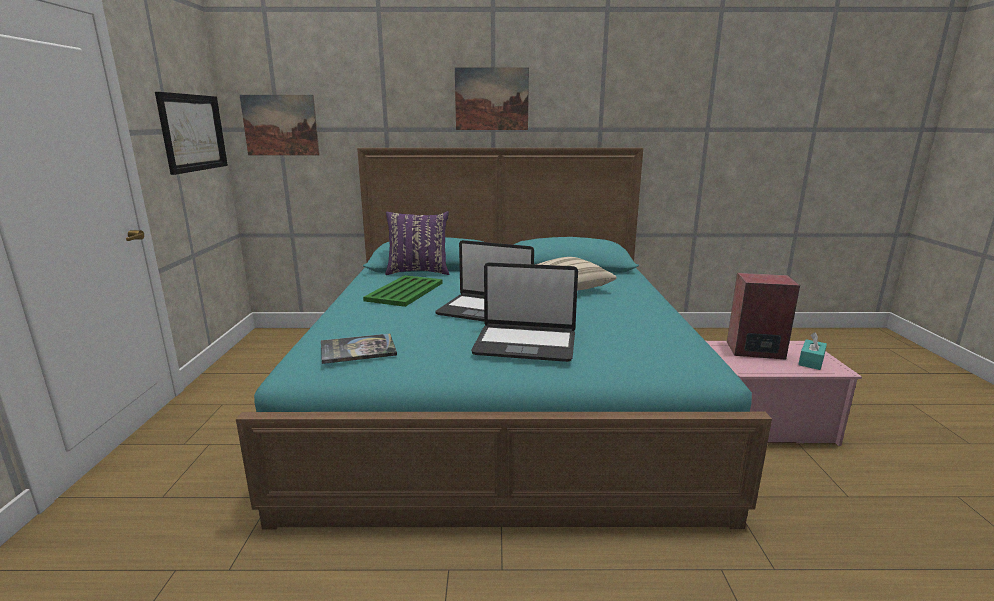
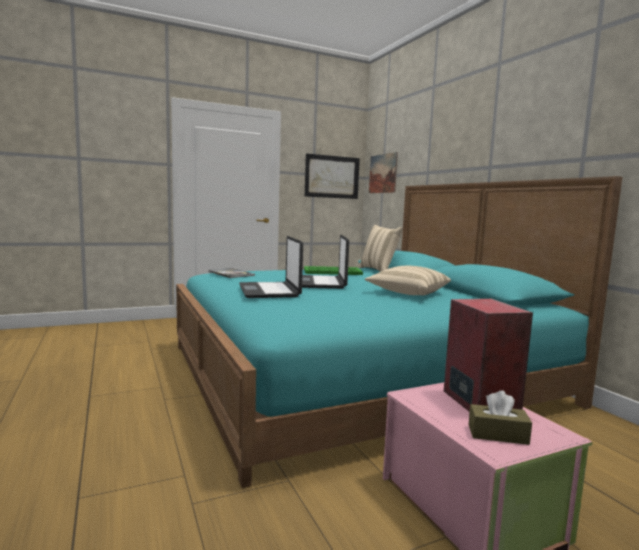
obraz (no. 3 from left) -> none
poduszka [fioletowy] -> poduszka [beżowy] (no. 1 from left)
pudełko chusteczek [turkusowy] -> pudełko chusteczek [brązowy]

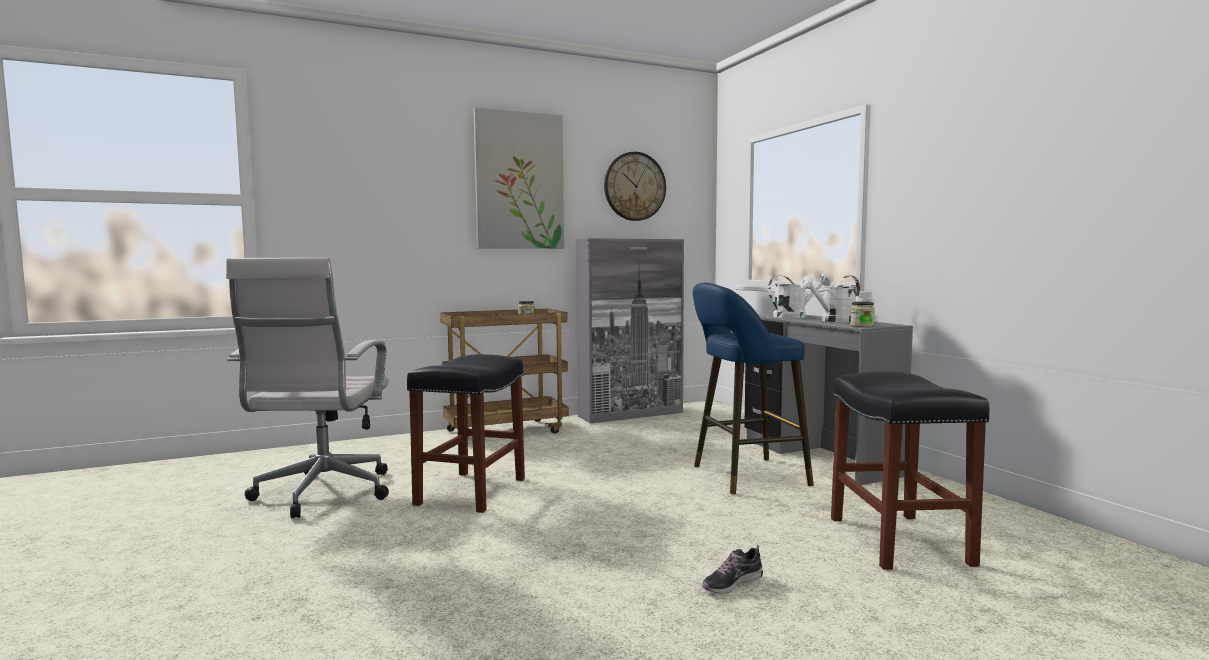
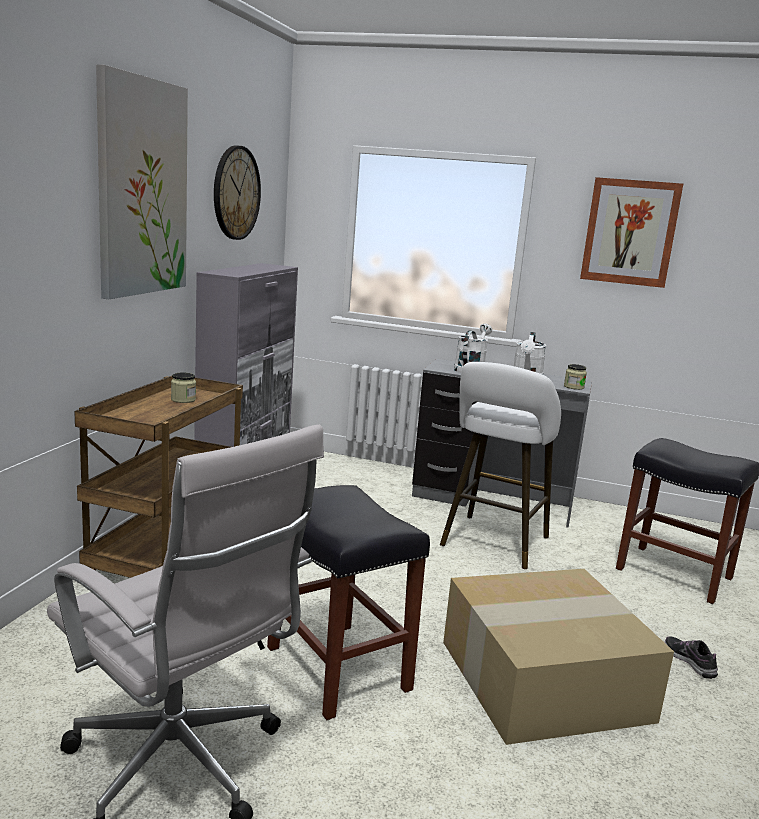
stołek [niebieski] -> stołek [biały]
but, 150 degrees clockwise
none -> obraz (no. 2 from left)
none -> karton

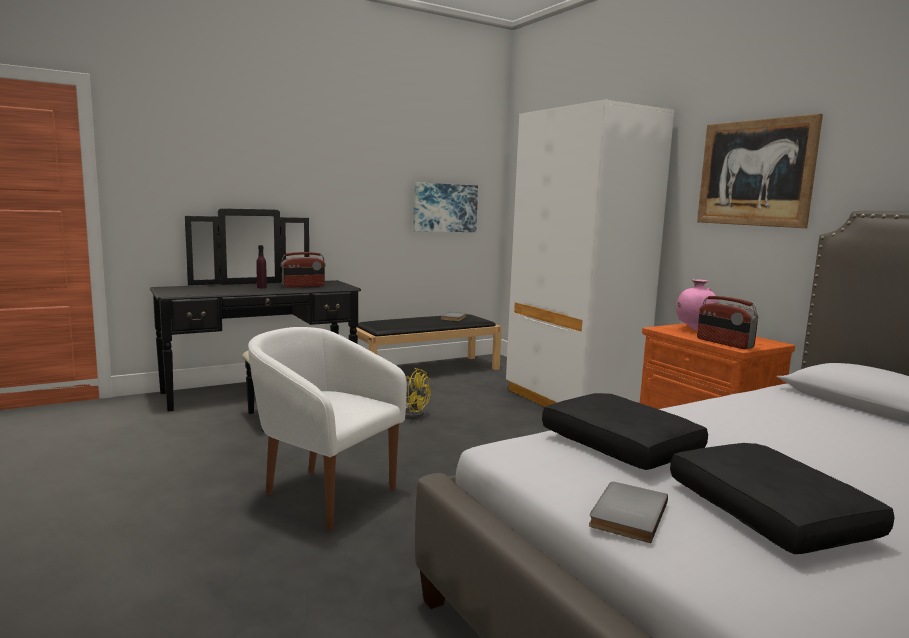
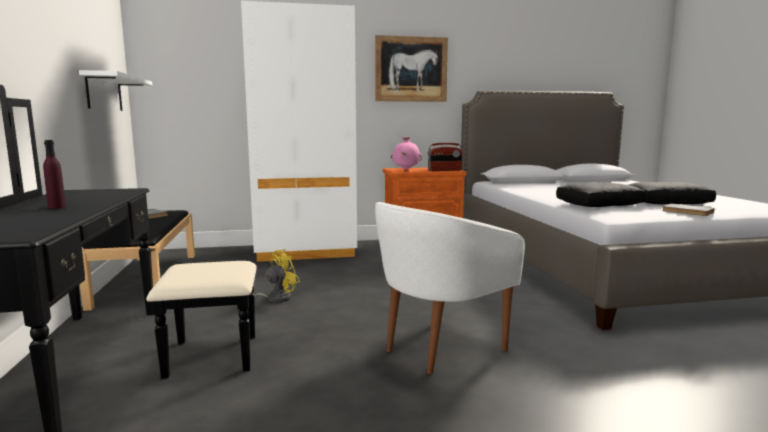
obraz (no. 1 from left) -> półka [biały]
radio (no. 1 from left) -> none

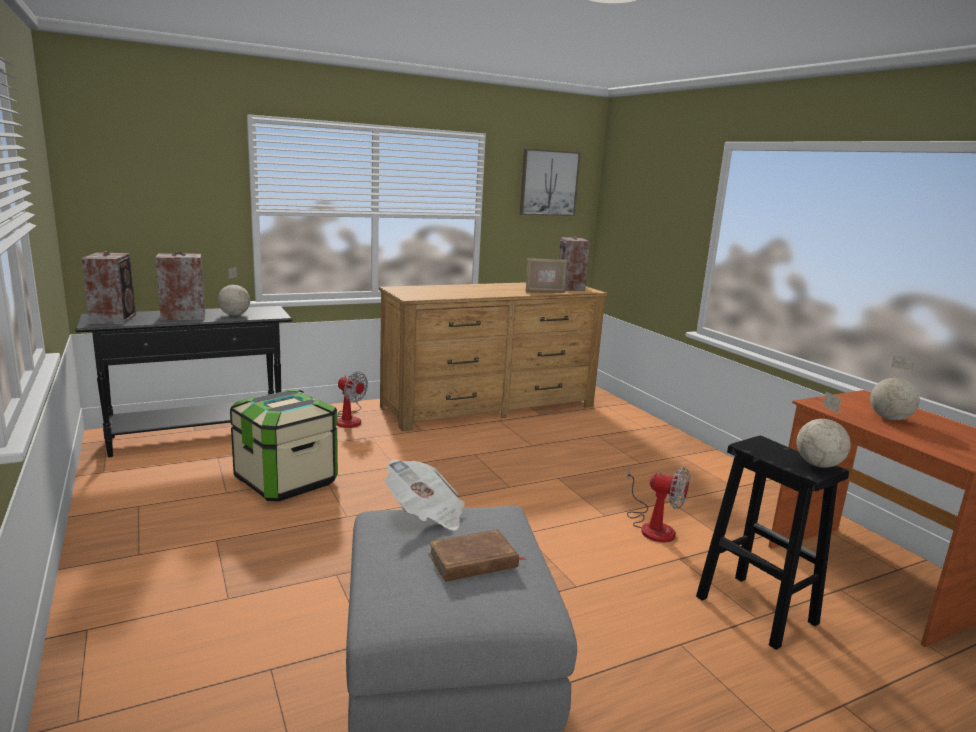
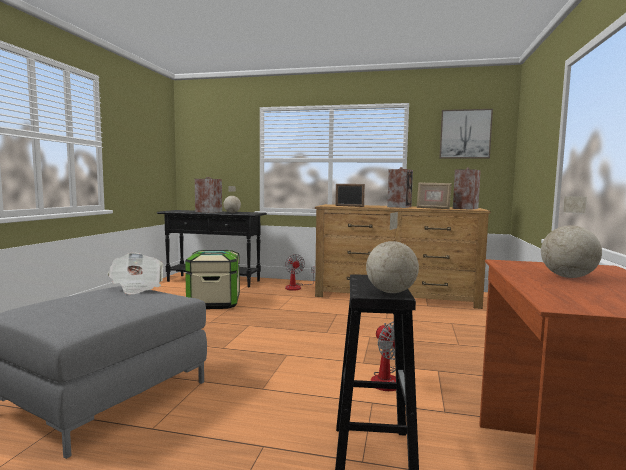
głośnik (no. 1 from left in the first image) -> głośnik (no. 2 from left), relocated
książka [brązowy] -> none
none -> ramka na zdjęcie (no. 1 from left)

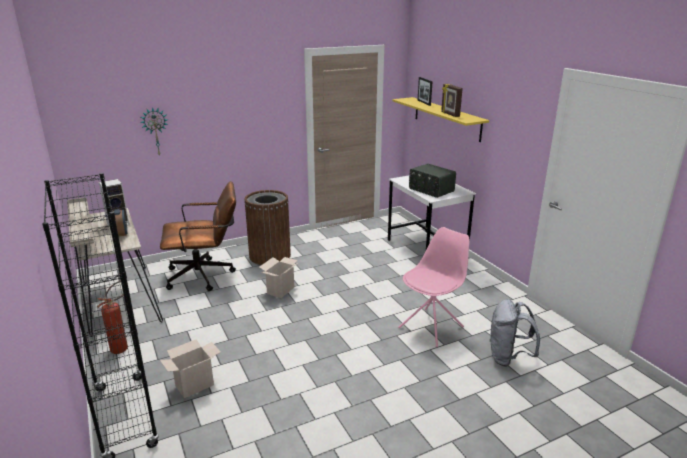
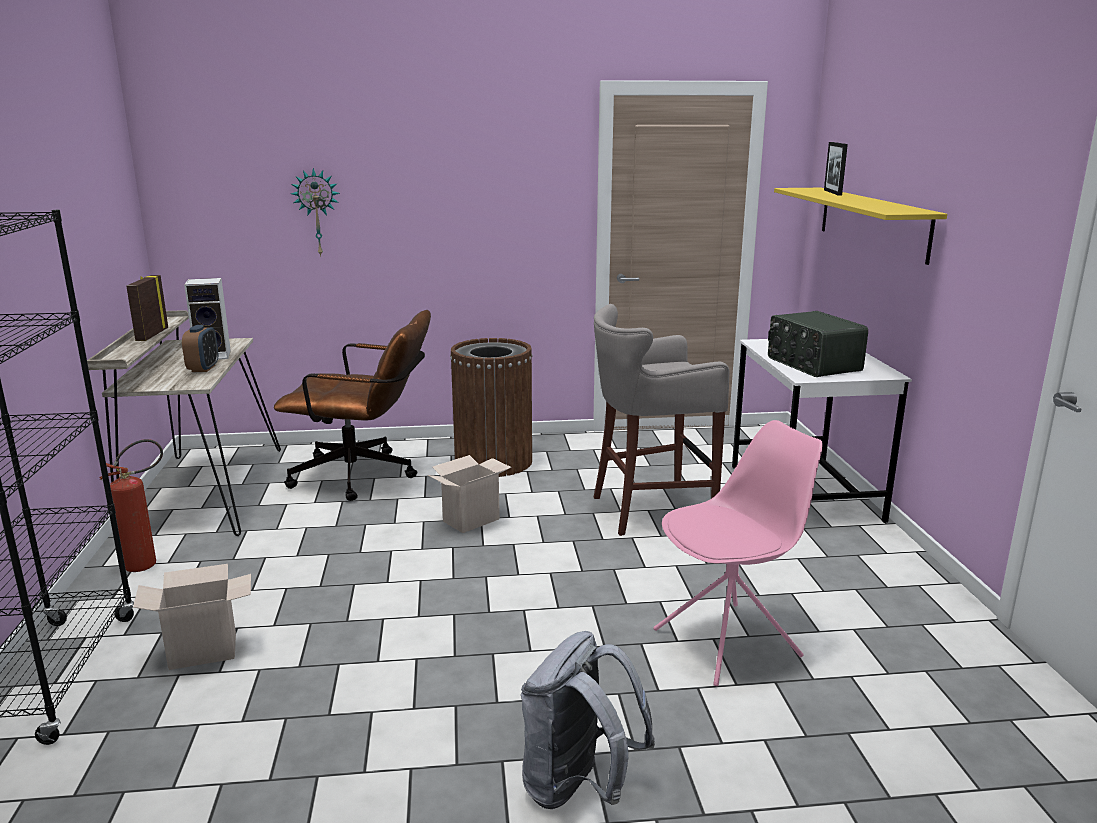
ramka na zdjęcie (no. 2 from left in the first image) -> ramka na zdjęcie (no. 1 from left), relocated
plecak [szary], relocated
none -> stołek [szary]

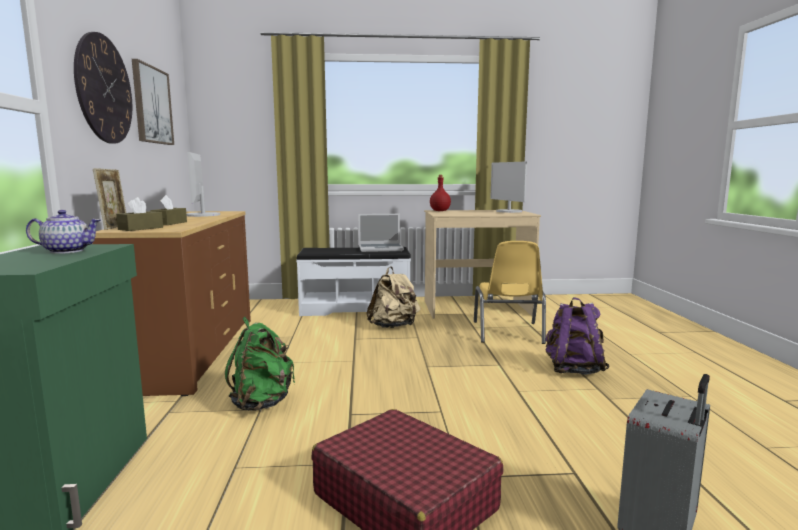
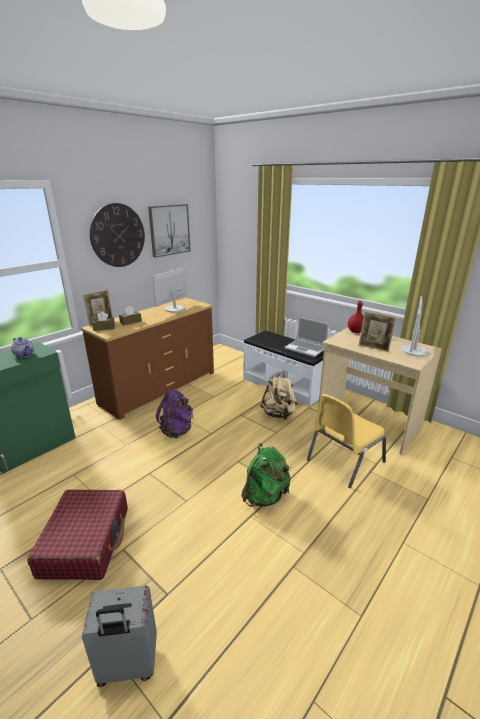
plecak [fioletowy], relocated
plecak [zielony], relocated
none -> ramka na zdjęcie (no. 2 from left)

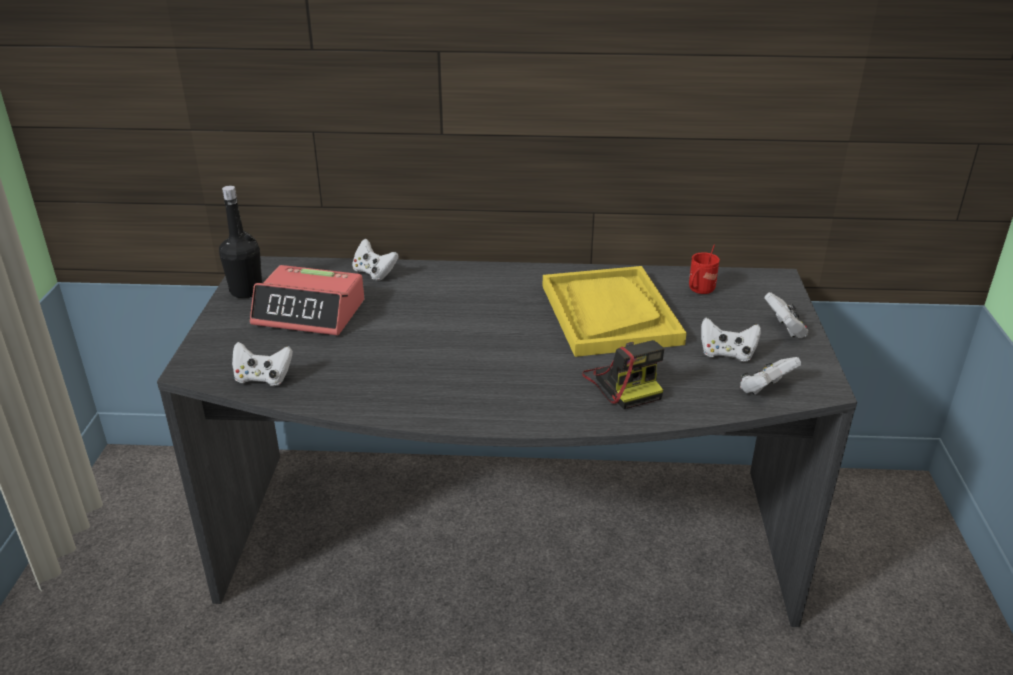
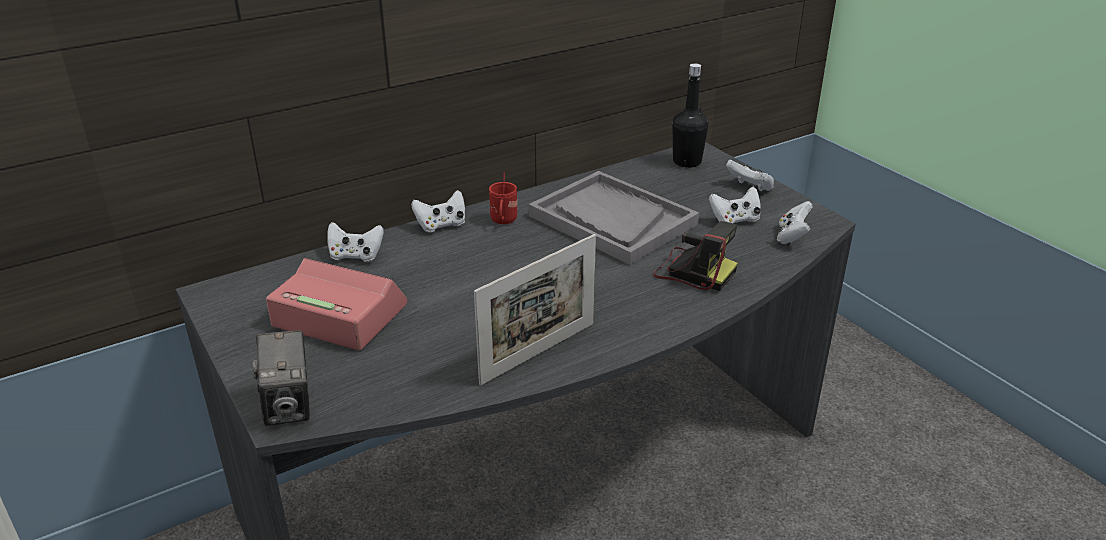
butelka [czarny], relocated
kubek [czerwony], relocated
budzik, 135 degrees counterclockwise
taca [żółty] -> taca [szary]
pad do gier [biały] (no. 1 from left in the first image) -> pad do gier [biały] (no. 2 from left), relocated
none -> ramka na zdjęcie
none -> aparat fotograficzny (no. 1 from left)

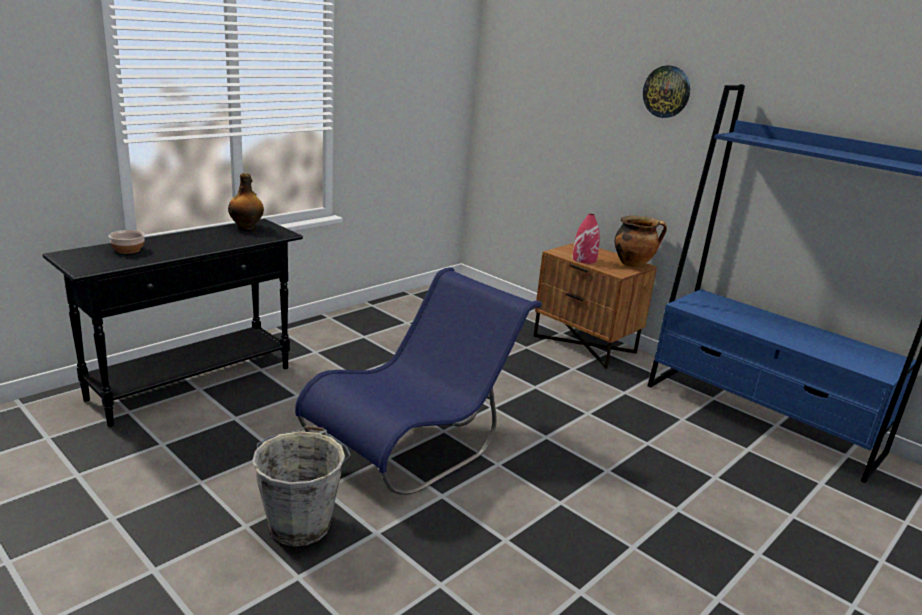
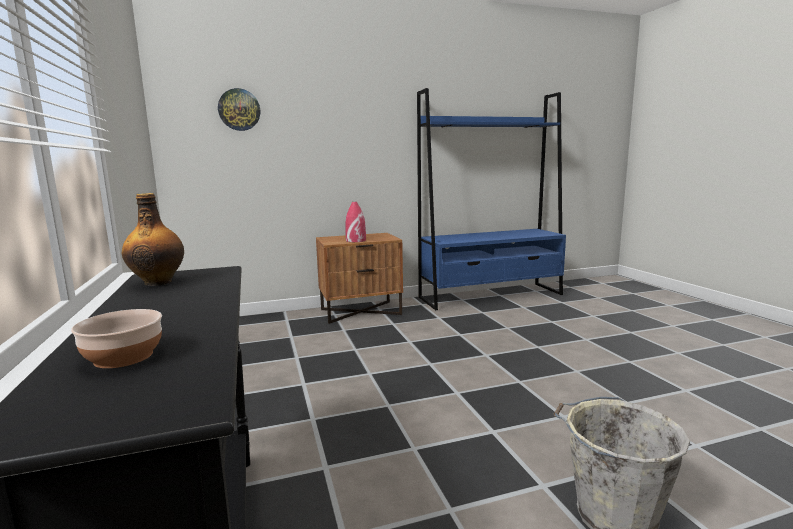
zegar ścienny, relocated
garnek -> none
krzesło [niebieski] -> none

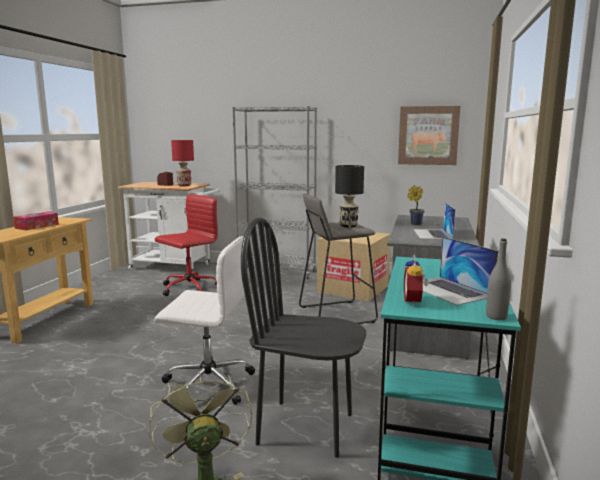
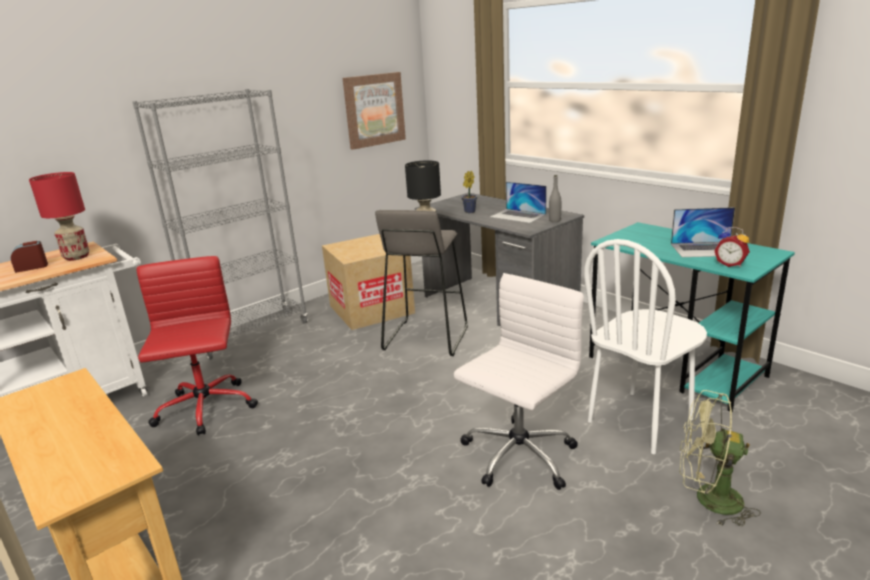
pudełko chusteczek -> none
krzesło [czarny] -> krzesło [biały]
butelka [szary], relocated

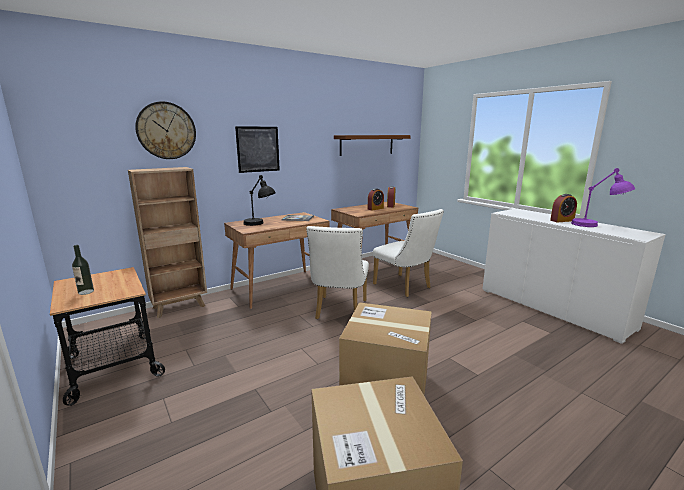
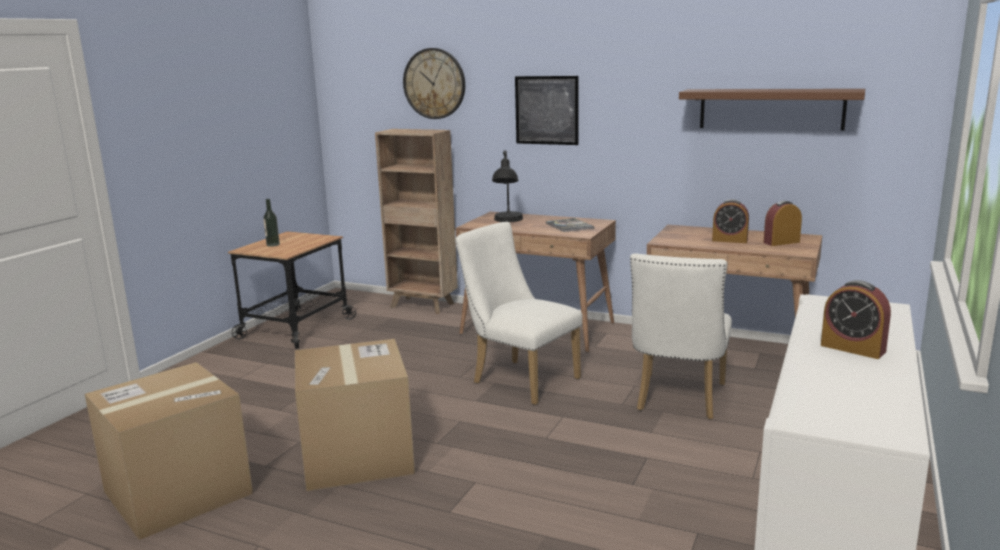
lampa stołowa [fioletowy] -> none
krzesło [biały] (no. 1 from left), 60 degrees clockwise

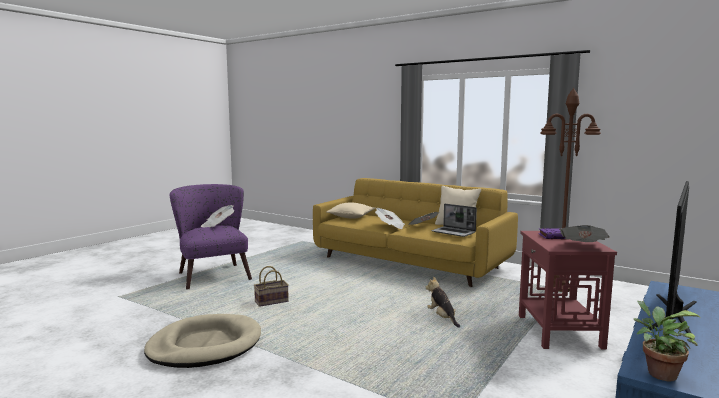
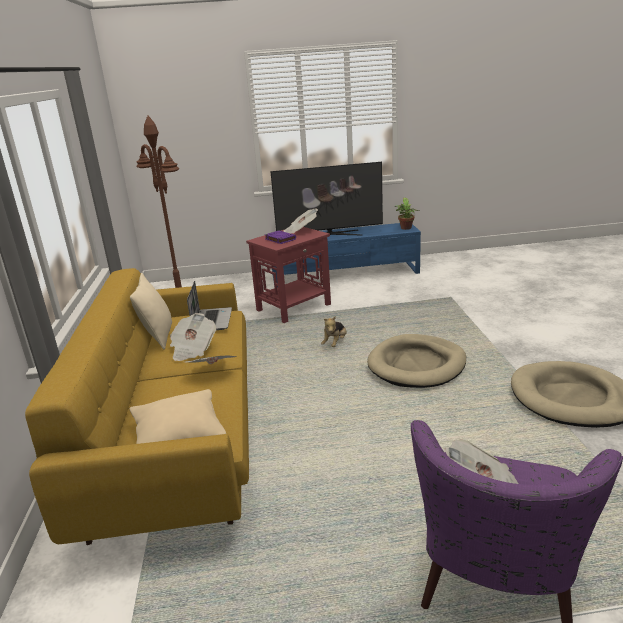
koszyk -> none
none -> legowisko [beżowy] (no. 1 from left)

